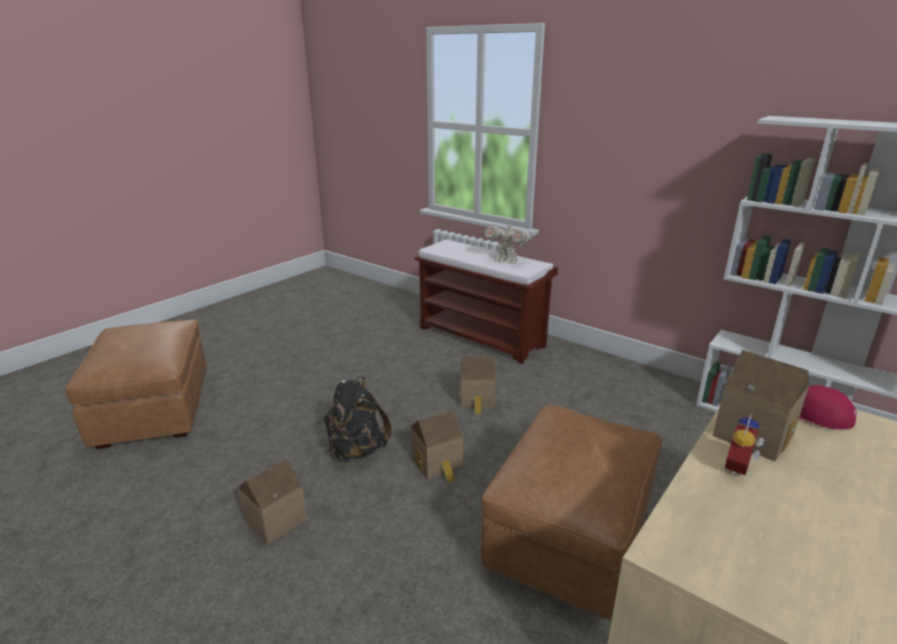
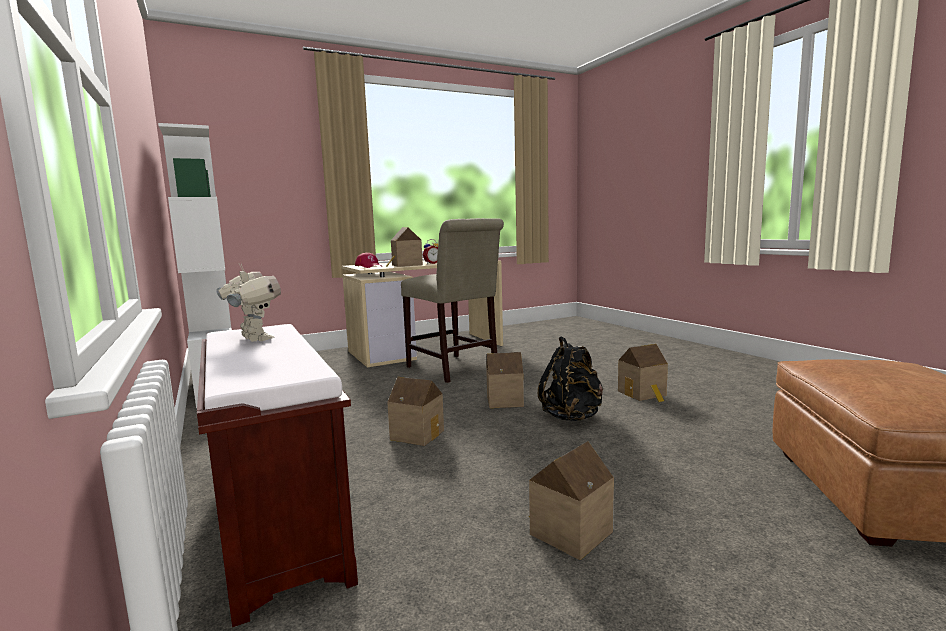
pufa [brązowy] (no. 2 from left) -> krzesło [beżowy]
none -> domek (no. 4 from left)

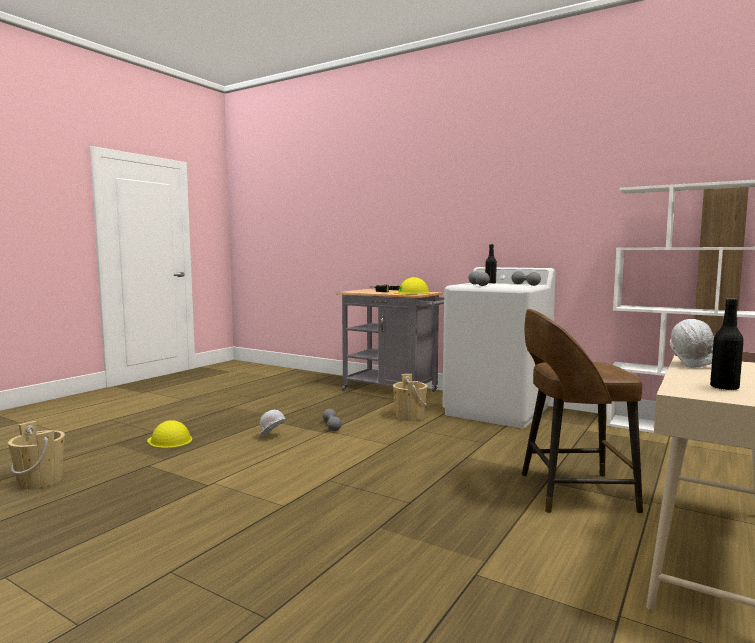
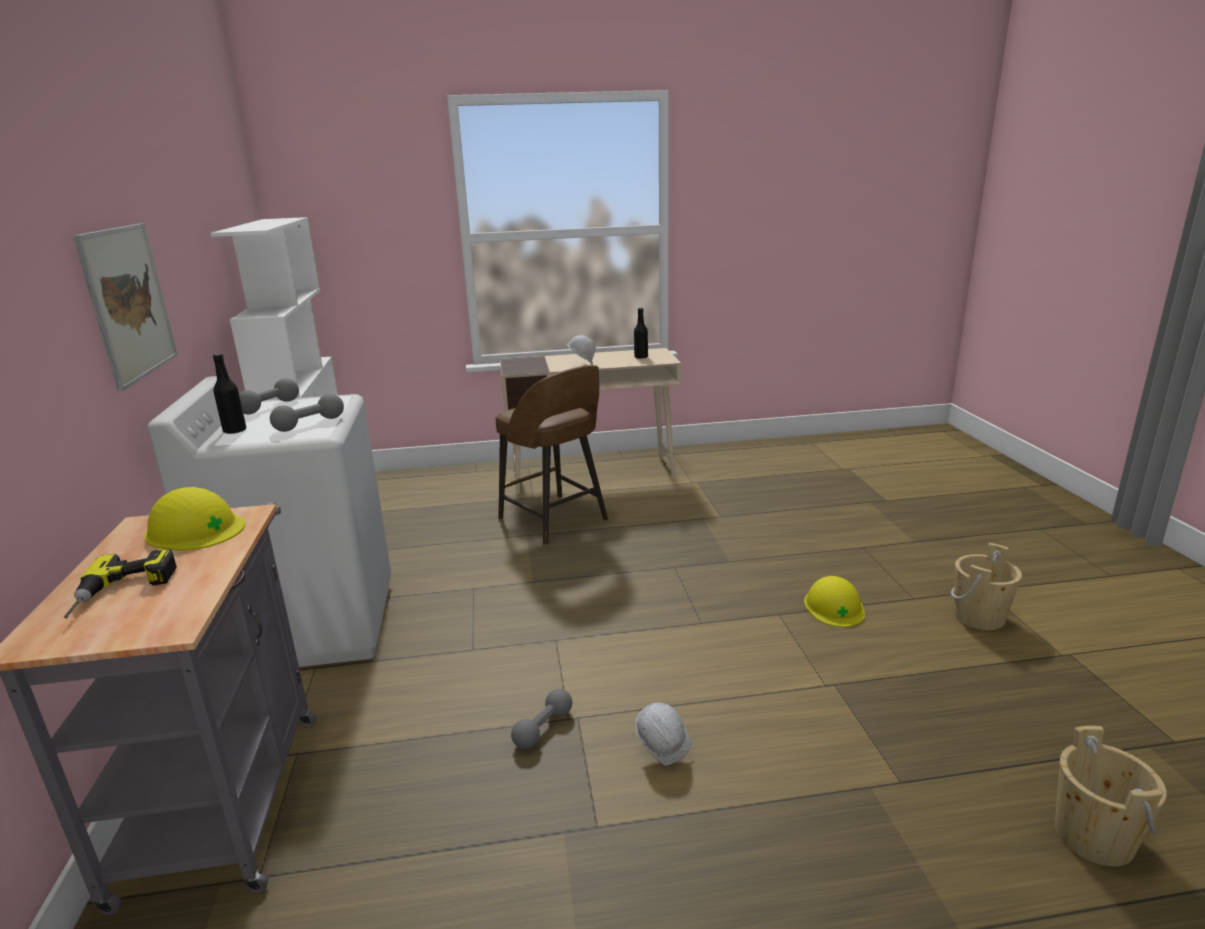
wiadro [beżowy] (no. 2 from left in the first image) -> wiadro [beżowy] (no. 1 from left), relocated
kask [żółty] (no. 1 from left in the first image) -> kask [żółty] (no. 2 from left), relocated
none -> obraz

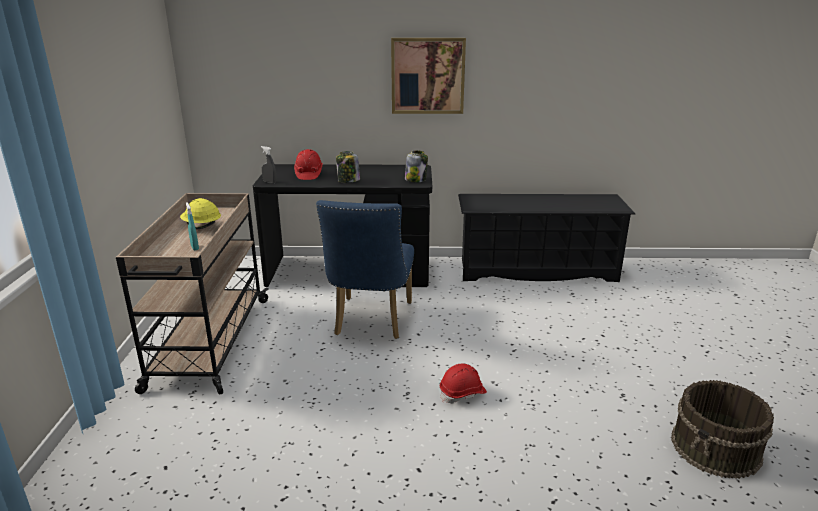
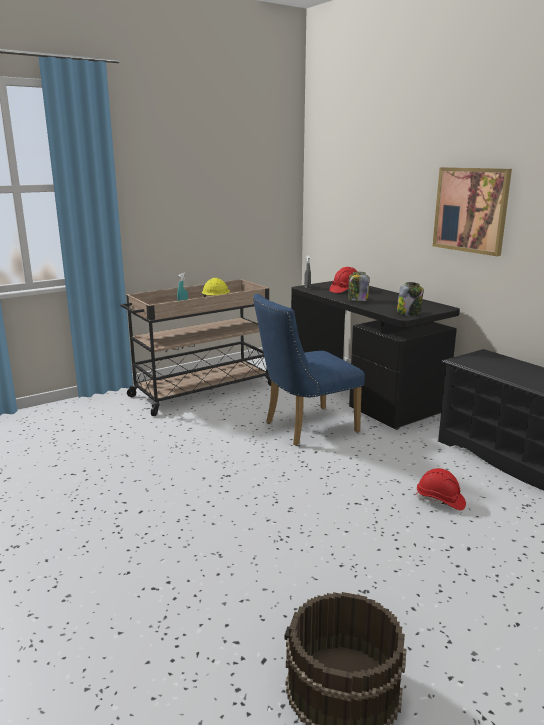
kask [czerwony] (no. 2 from left), relocated

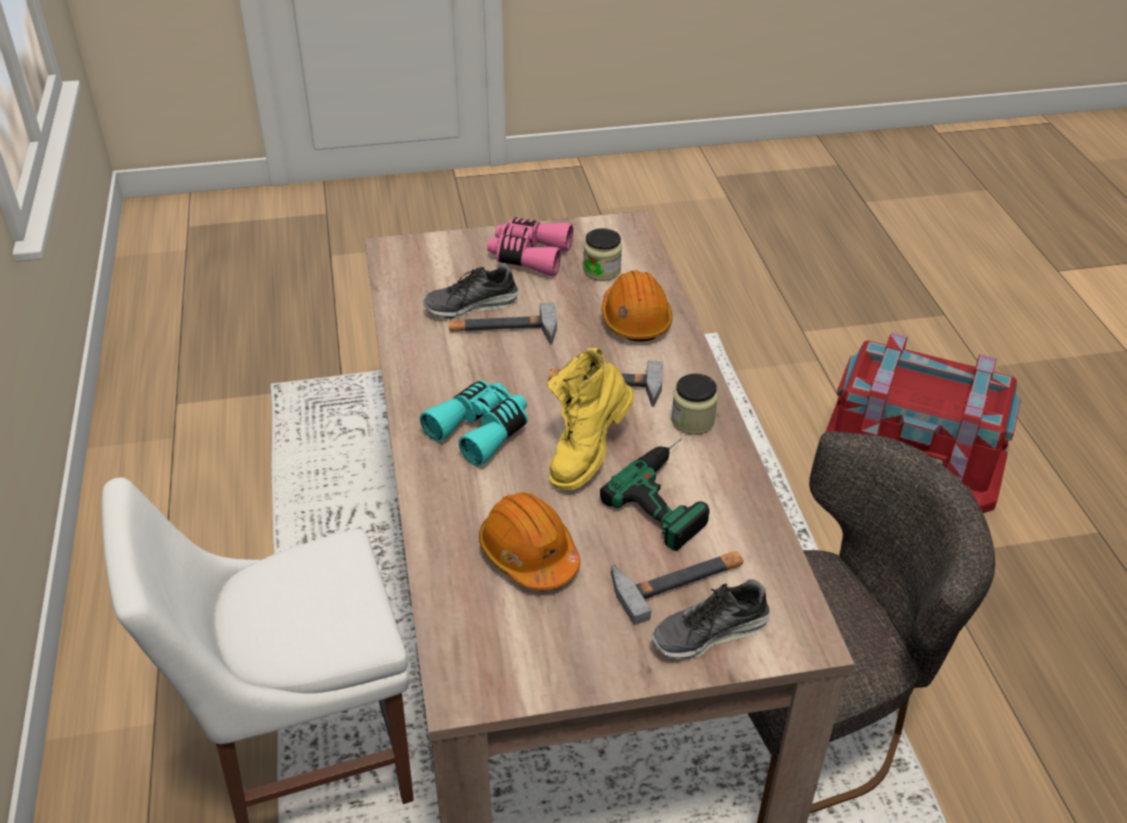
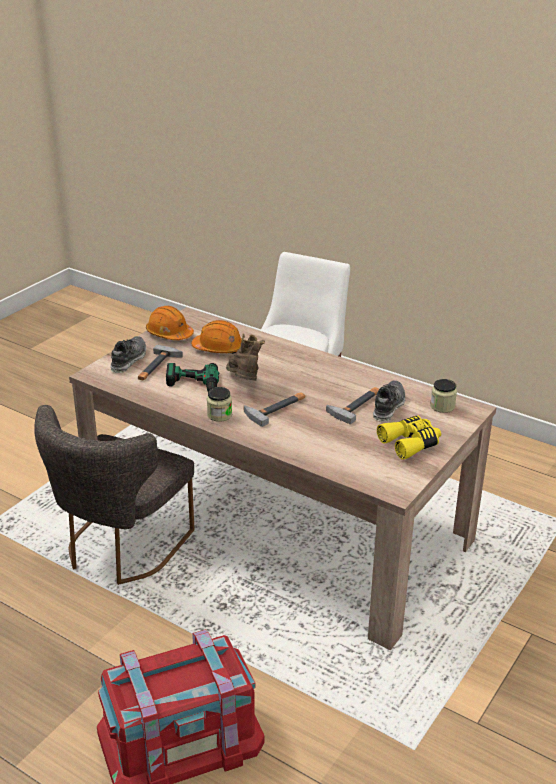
lornetka [różowy] -> lornetka [żółty]
słoik (no. 1 from left in the first image) -> słoik (no. 2 from left), relocated
kask [pomarańczowy] (no. 2 from left in the first image) -> kask [pomarańczowy] (no. 1 from left), relocated
but z cholewką [żółty] -> but z cholewką [brązowy]
lornetka [turkusowy] -> none

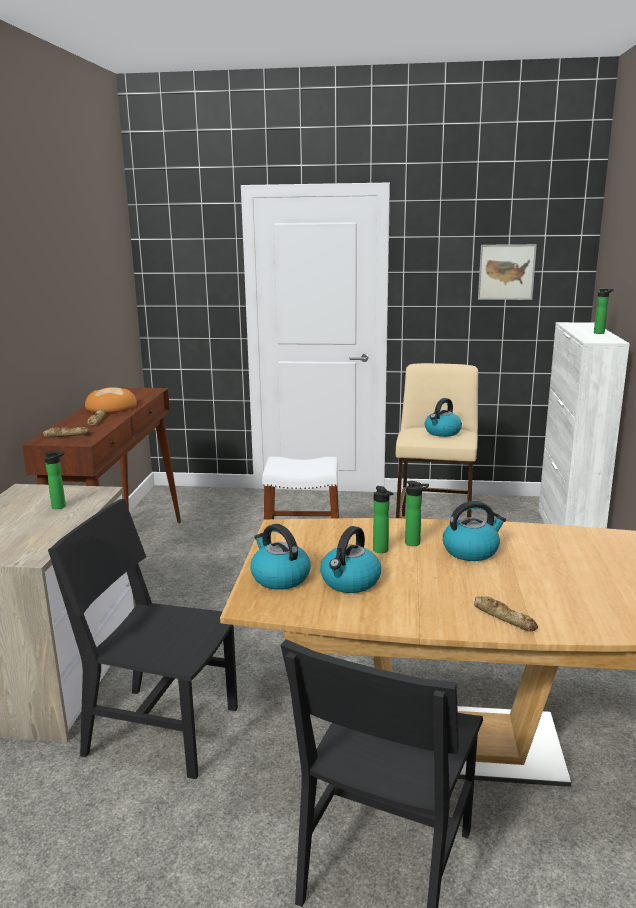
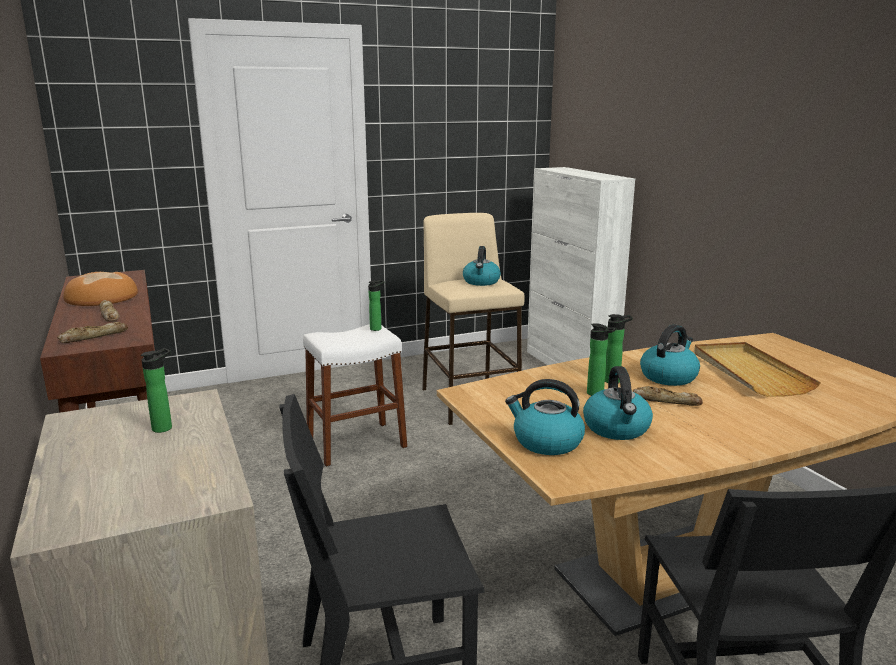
obraz -> none
butelka (no. 4 from left in the first image) -> butelka (no. 2 from left), relocated
chleb (no. 4 from left), relocated
none -> taca [beżowy]

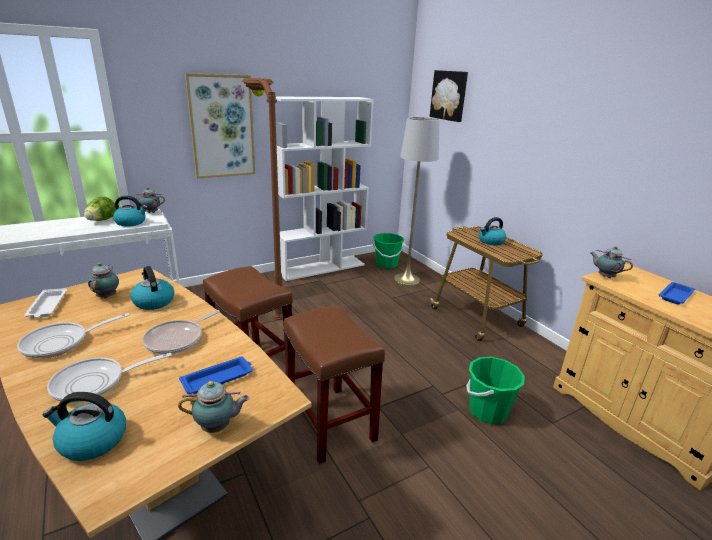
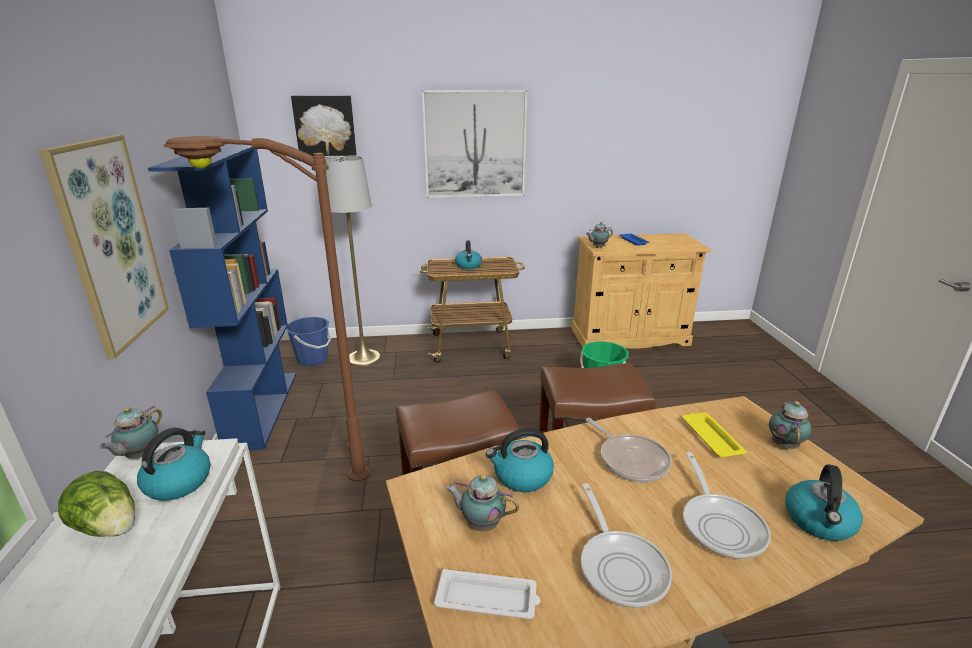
regał [biały] -> regał [niebieski]
wiadro [zielony] (no. 1 from left) -> wiadro [niebieski]
taca [niebieski] (no. 1 from left) -> taca [żółty]
none -> obraz (no. 3 from left)

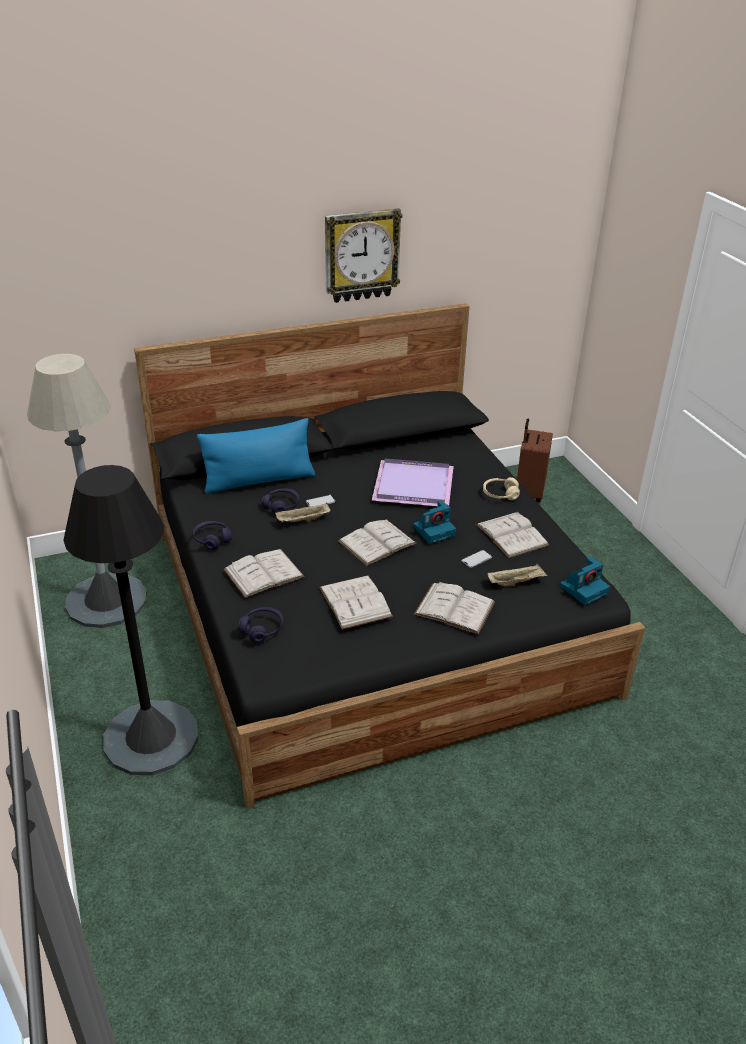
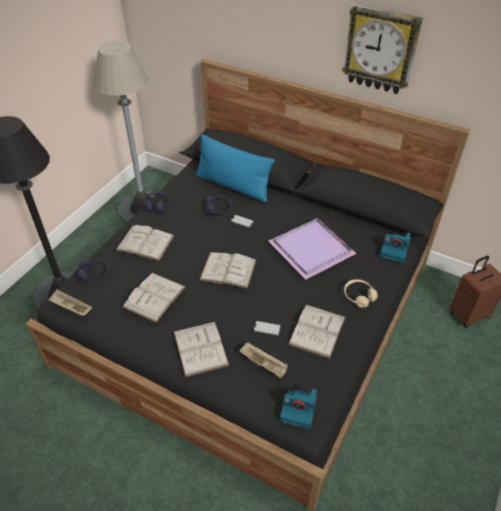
aparat fotograficzny (no. 1 from left in the first image) -> aparat fotograficzny (no. 2 from left), relocated
taca [beżowy] (no. 1 from left), relocated

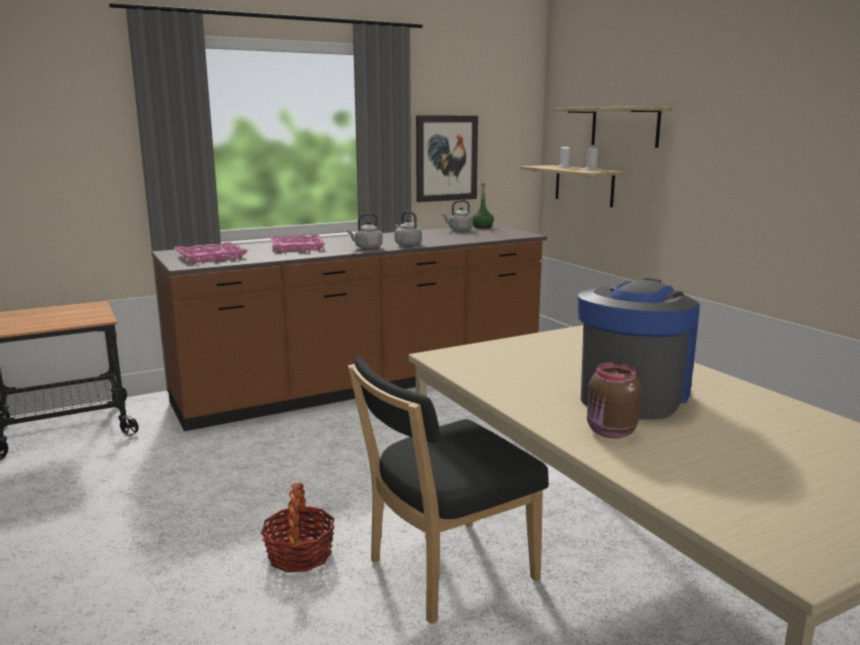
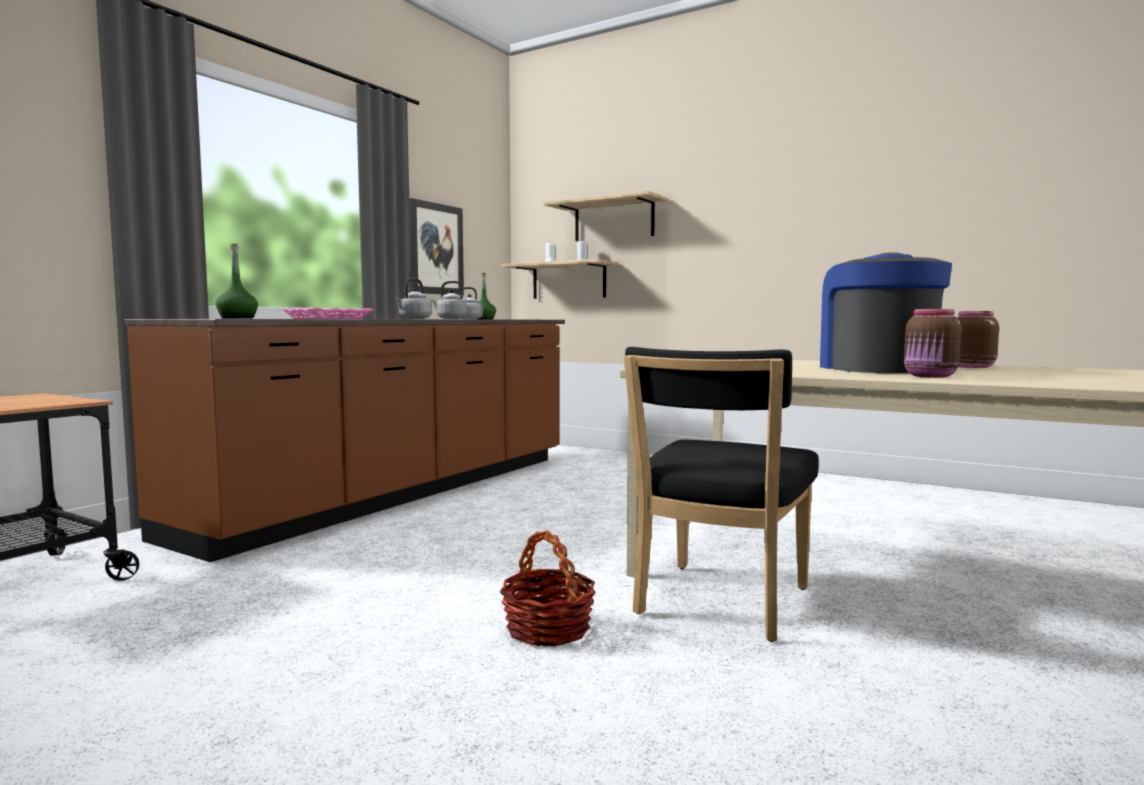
taca [różowy] (no. 1 from left) -> butelka [zielony] (no. 1 from left)
none -> słoik [brązowy] (no. 2 from left)

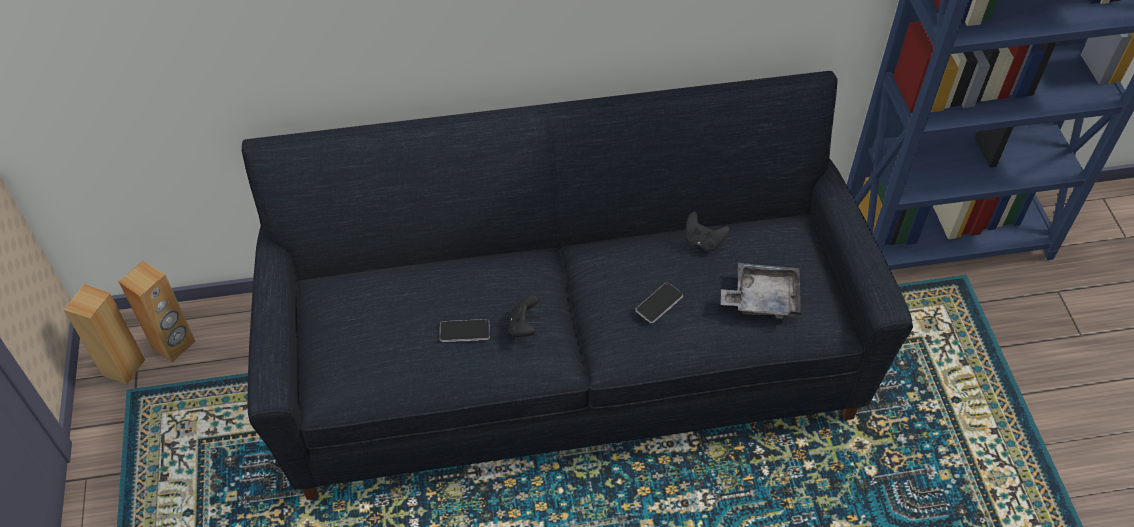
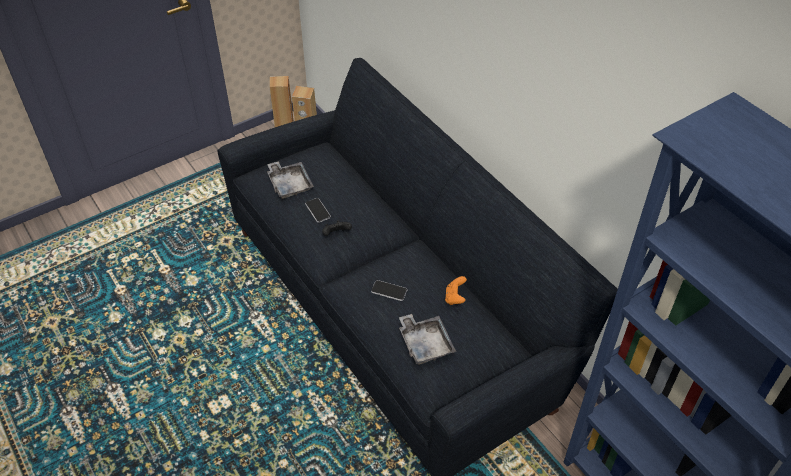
pad do gier [czarny] (no. 2 from left) -> pad do gier [pomarańczowy]
none -> taca [szary] (no. 1 from left)

